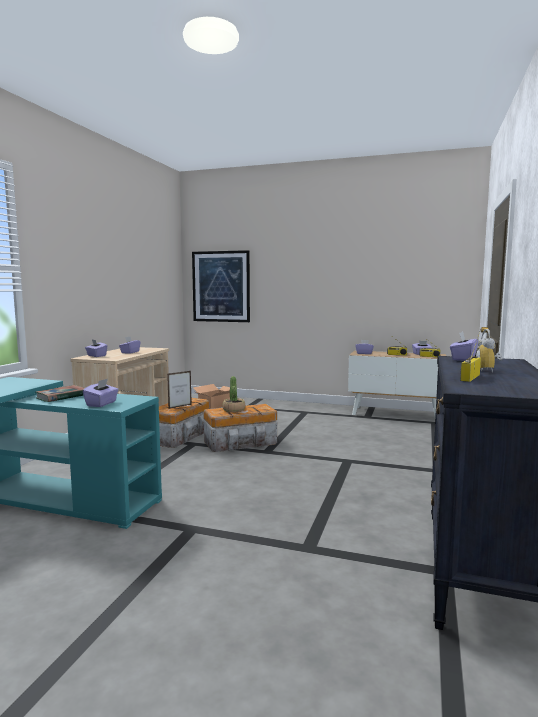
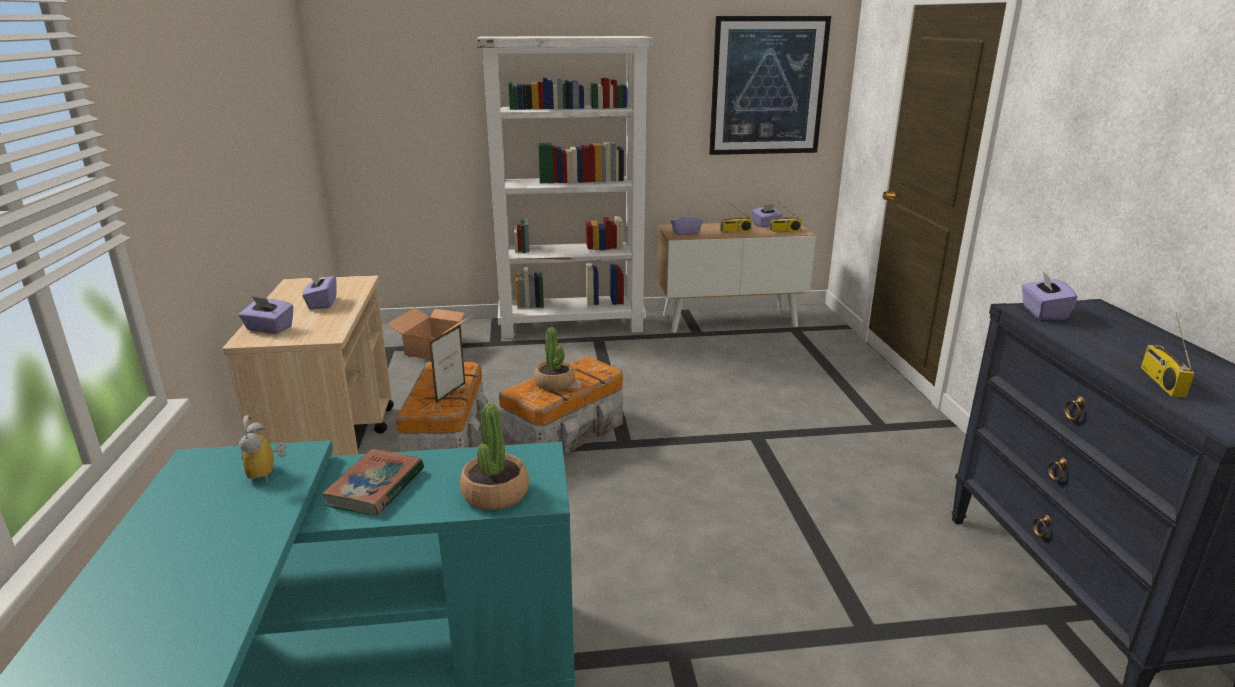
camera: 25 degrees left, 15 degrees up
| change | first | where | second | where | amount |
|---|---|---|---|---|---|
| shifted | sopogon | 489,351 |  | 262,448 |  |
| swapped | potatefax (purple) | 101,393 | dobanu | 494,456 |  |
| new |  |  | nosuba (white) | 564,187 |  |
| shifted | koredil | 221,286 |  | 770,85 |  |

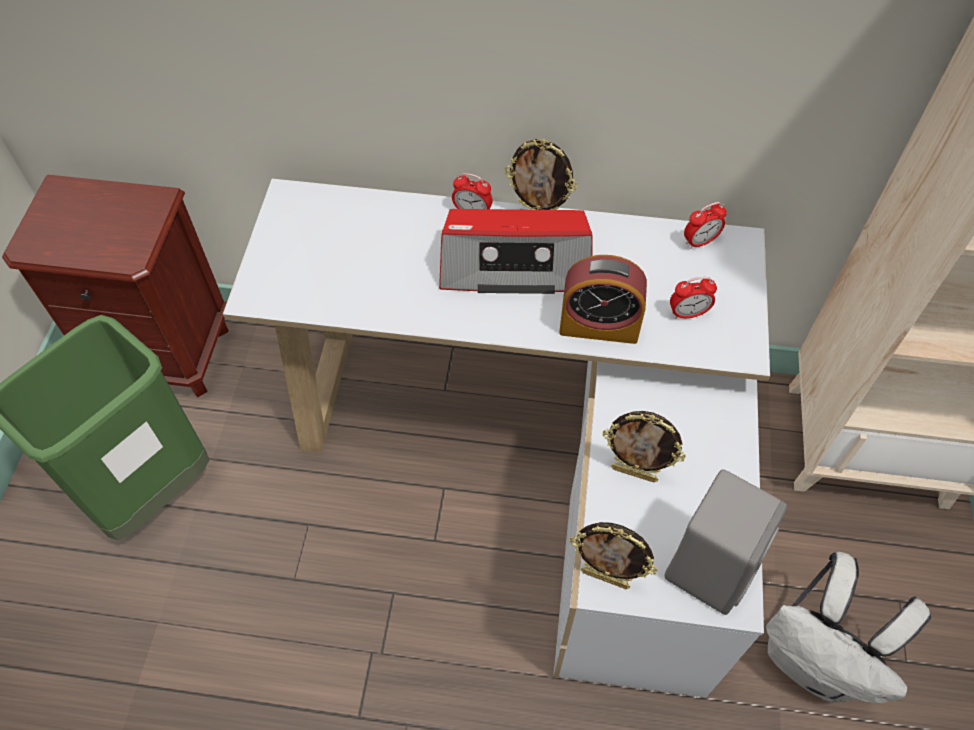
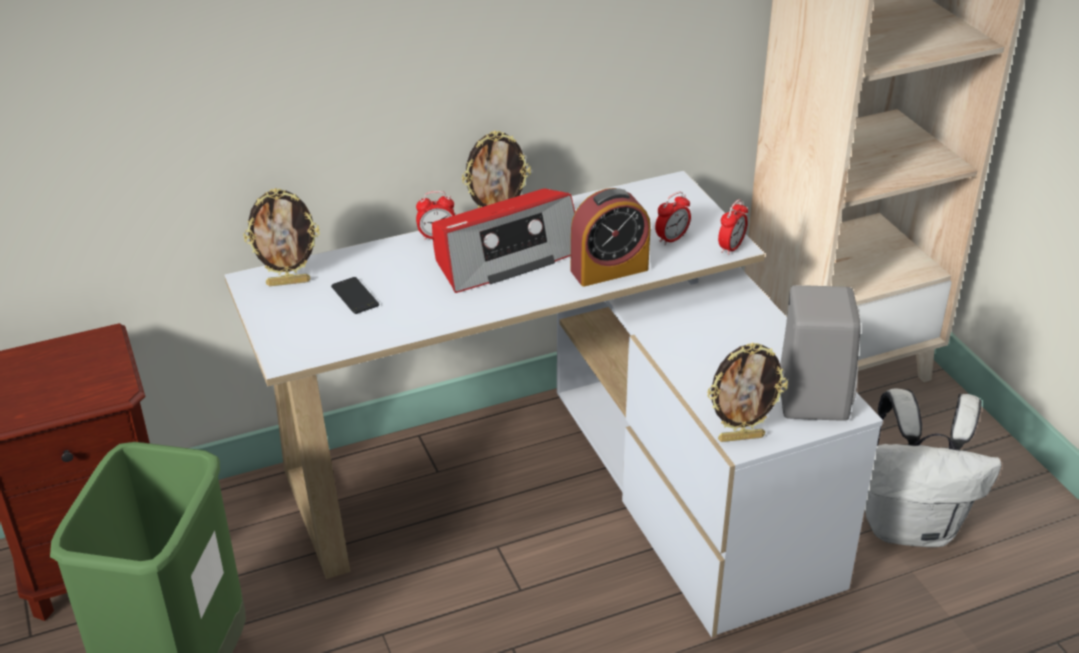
camera: 30 degrees left, 20 degrees down
| change | first | where | second | where | amount |
|---|---|---|---|---|---|
| shifted | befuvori | 644,446 |  | 281,237 |  |
| new |  |  | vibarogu | 355,295 |  |
| shifted | sopogon | 705,225 |  | 733,227 |  |

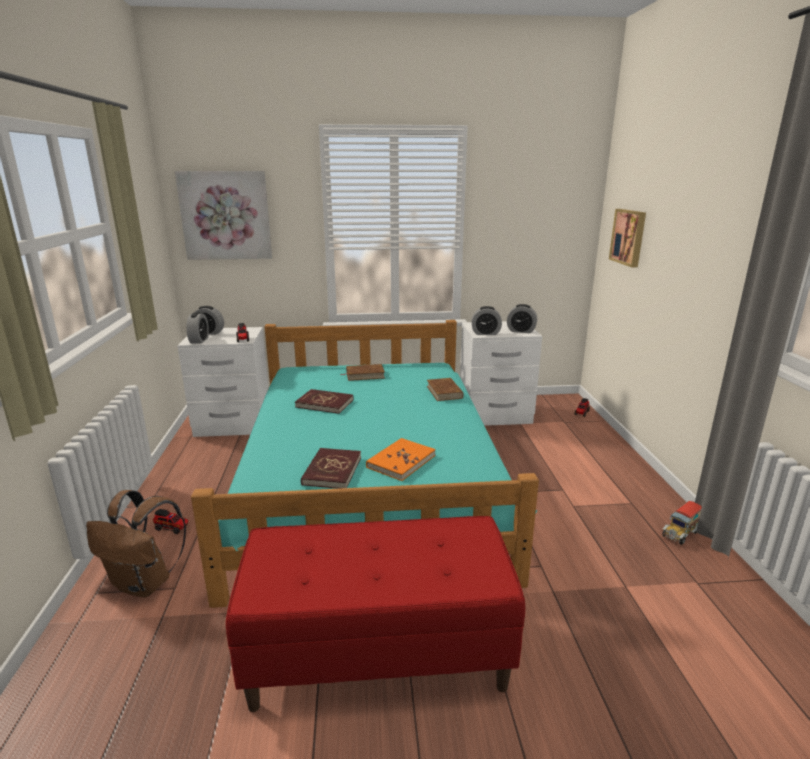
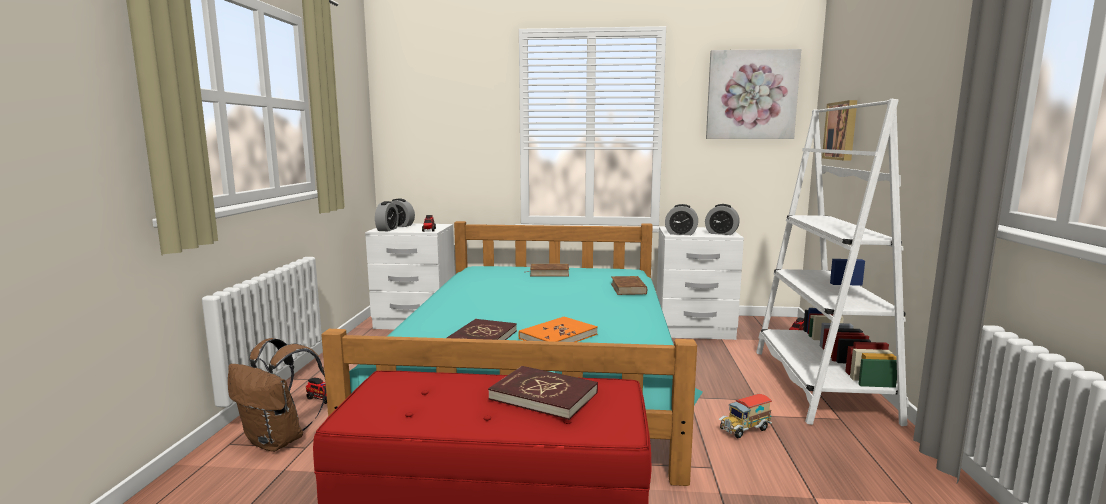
camera: 10 degrees right, 10 degrees down
| change | first | where | second | where | amount |
|---|---|---|---|---|---|
| shifted | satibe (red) | 324,401 |  | 543,393 |  |
| shifted | koredil | 223,215 |  | 753,94 |  |
| shifted | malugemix | 682,523 |  | 745,416 |  |
| new |  |  | nosuba (white) | 832,262 |  |

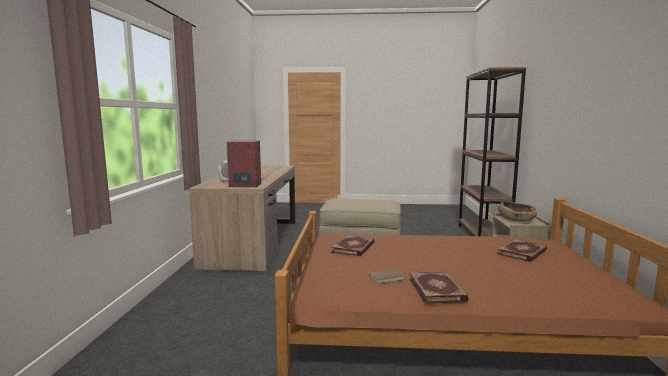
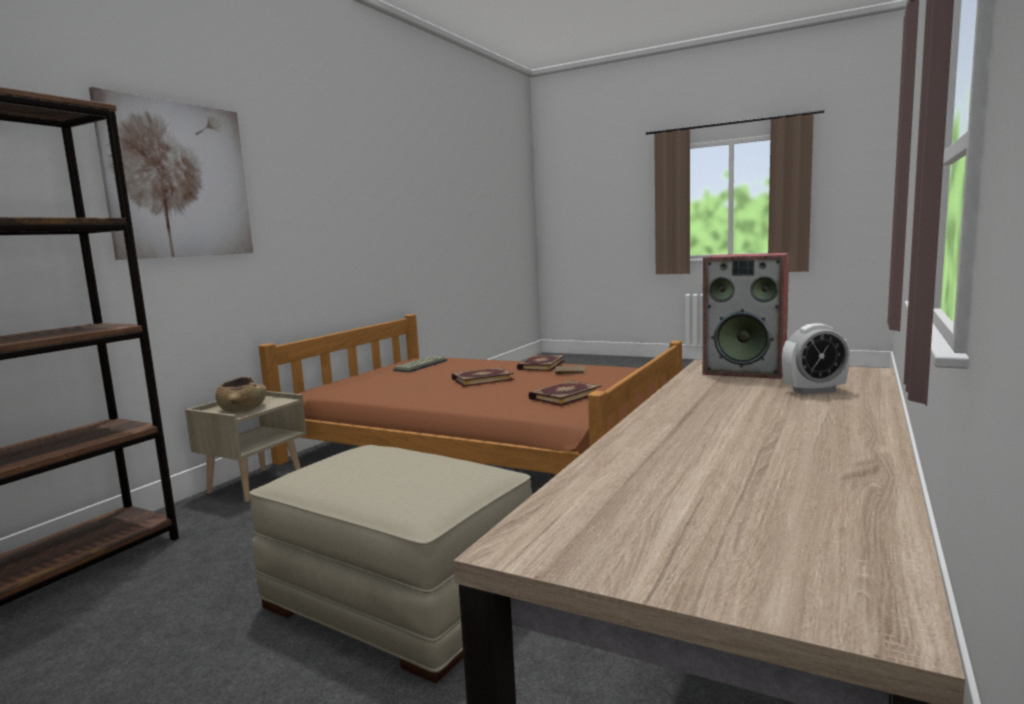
camera: 155 degrees left, 0 degrees up
| change | first | where | second | where | amount |
|---|---|---|---|---|---|
| new |  |  | koredil | 171,173 |  |
| new |  |  | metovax | 420,364 |  |
| shifted | satibe | 522,250 |  | 483,377 |  |

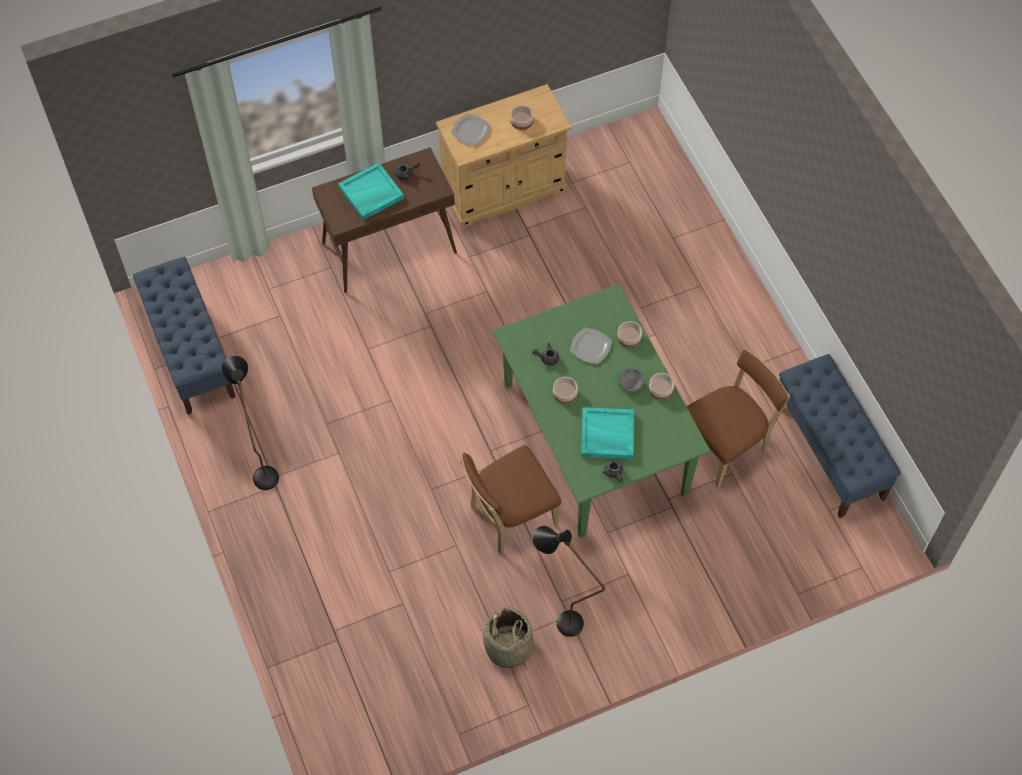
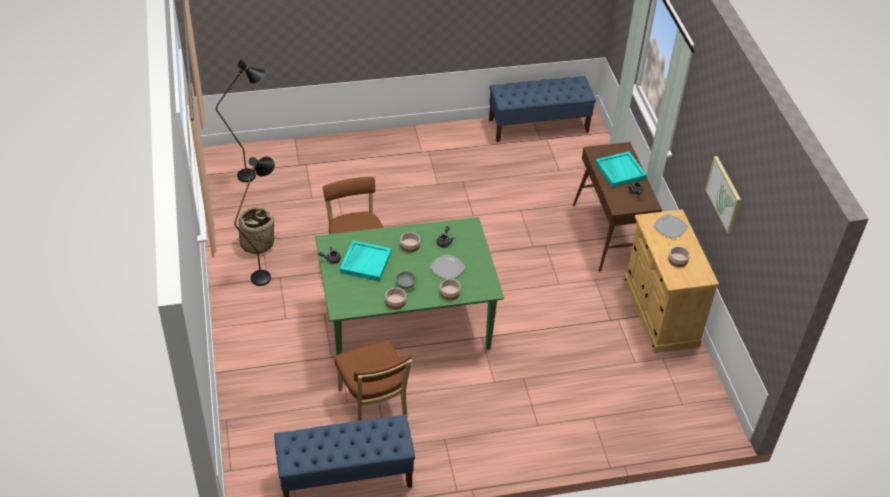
camera: 100 degrees right, 15 degrees down
| change | first | where | second | where | amount |
|---|---|---|---|---|---|
| shifted | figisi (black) | 250,423 |  | 240,121 |  |
| new |  |  | koredil | 723,195 |  |

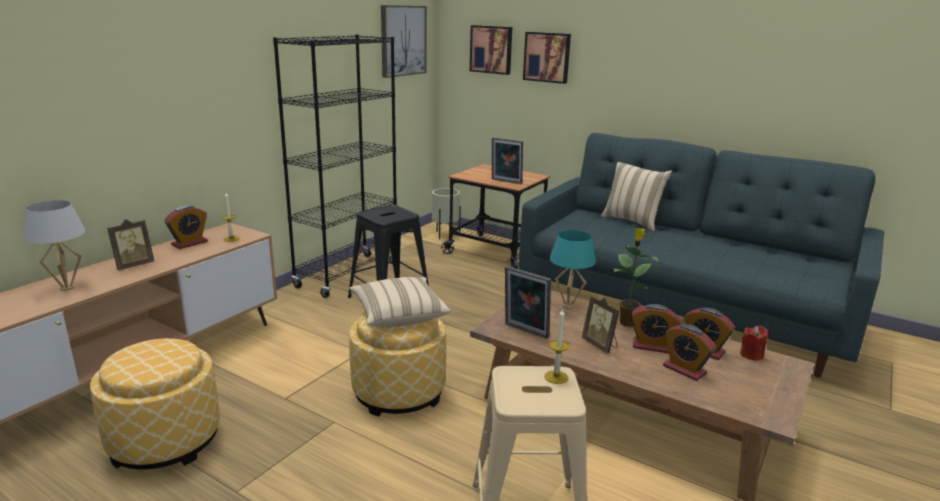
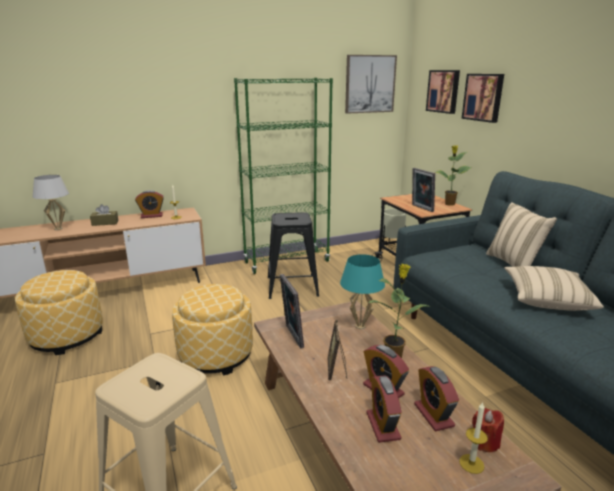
camera: 35 degrees right, 0 degrees up
| change | first | where | second | where | amount |
|---|---|---|---|---|---|
| swapped | befuvori | 130,244 | potatefax (brown) | 104,215 |  |
| repainted | nosuba (black) | 335,166 | nosuba (green) | 283,176 |  |
| new |  |  | dobanu | 453,176 |  |
| shifted | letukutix | 556,346 |  | 473,438 |  |
| shifted | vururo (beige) | 400,302 |  | 554,288 |  |

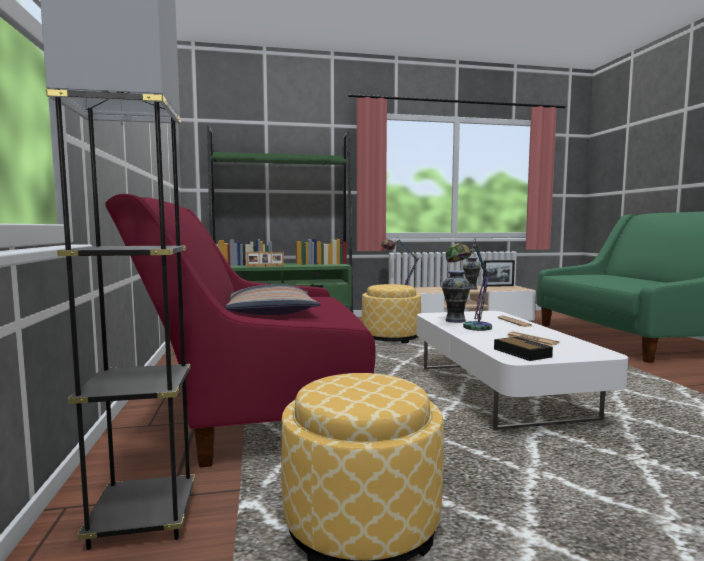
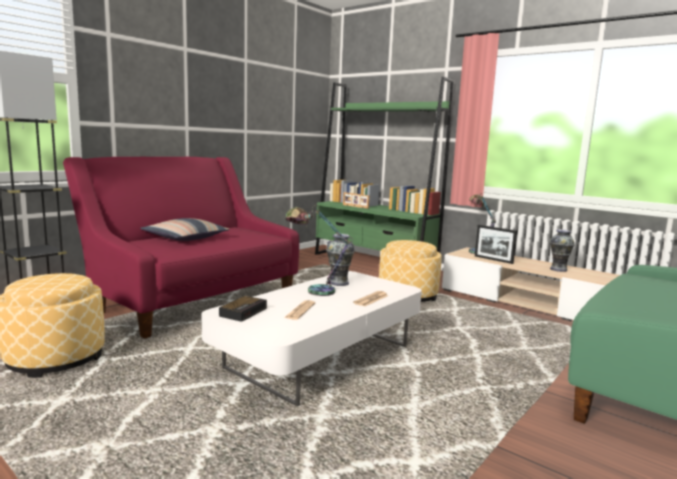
camera: 50 degrees right, 5 degrees up
| change | first | where | second | where | amount |
|---|---|---|---|---|---|
| shifted | befuvori | 499,273 |  | 496,244 |  |

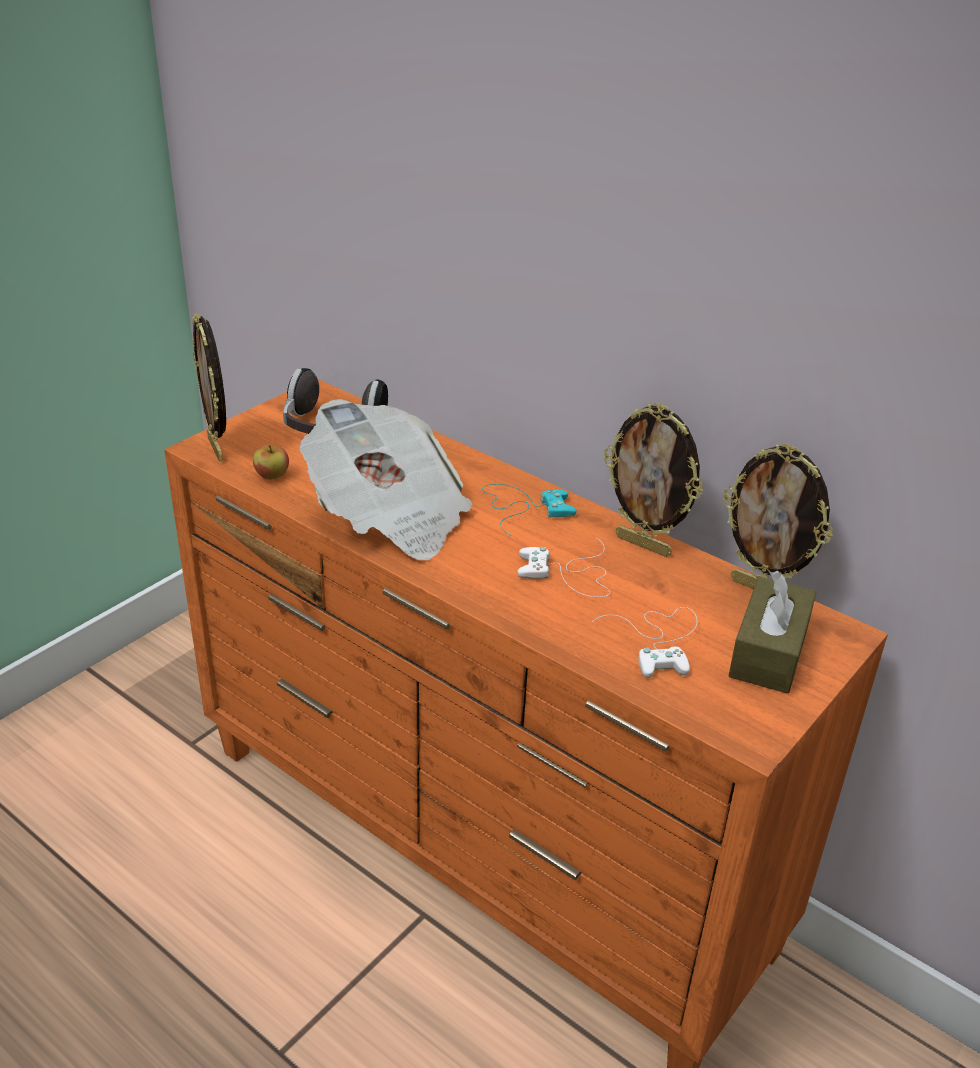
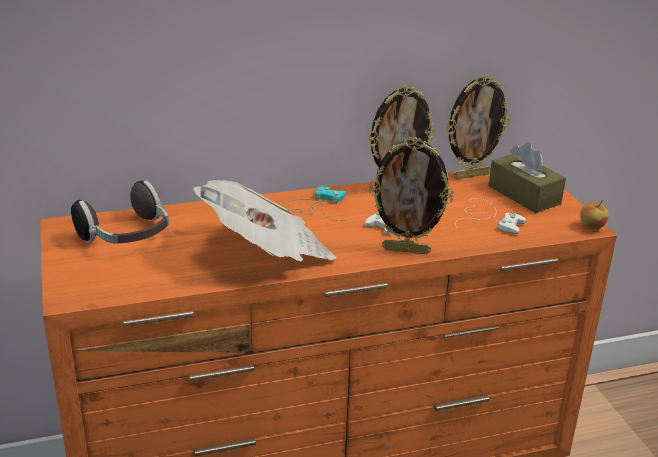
camera: 55 degrees left, 5 degrees down
| change | first | where | second | where | amount |
|---|---|---|---|---|---|
| shifted | befuvori | 209,387 |  | 411,195 |  |
| shifted | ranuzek | 271,462 |  | 594,215 |  |

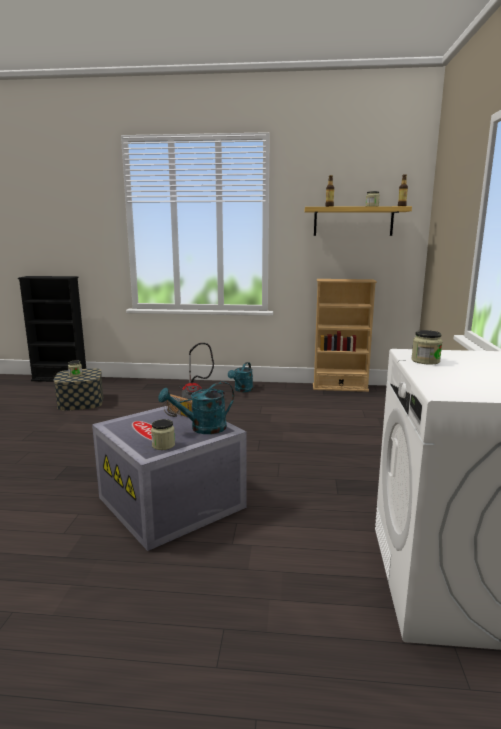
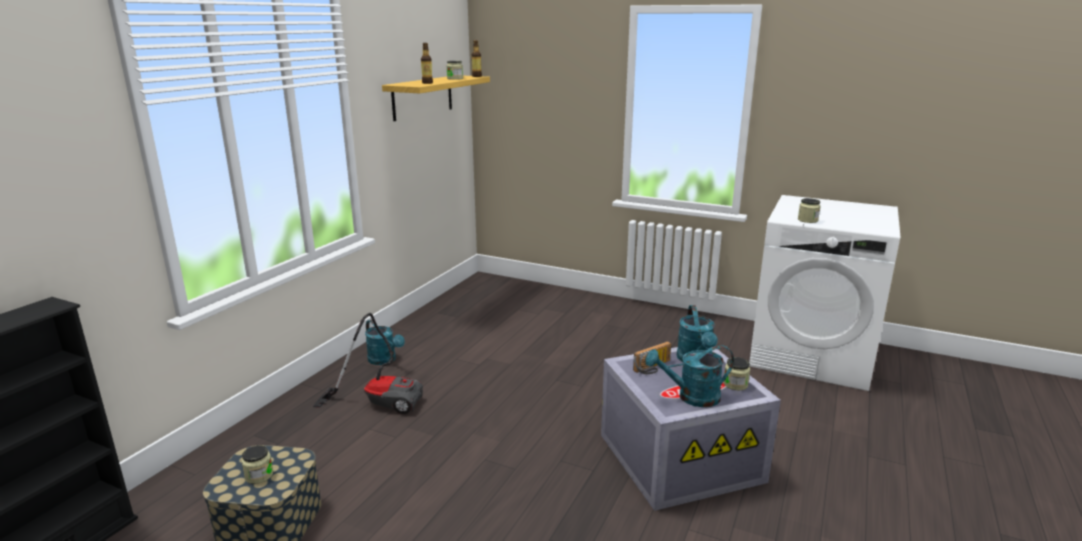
camera: 70 degrees left, 5 degrees up
| change | first | where | second | where | amount |
|---|---|---|---|---|---|
| new |  |  | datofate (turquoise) | 689,376 |  |
| gone | nosuba (beige) | 345,335 |  |  |  |

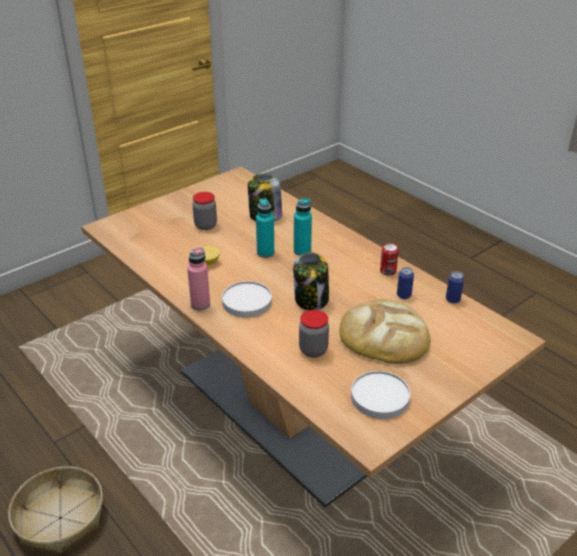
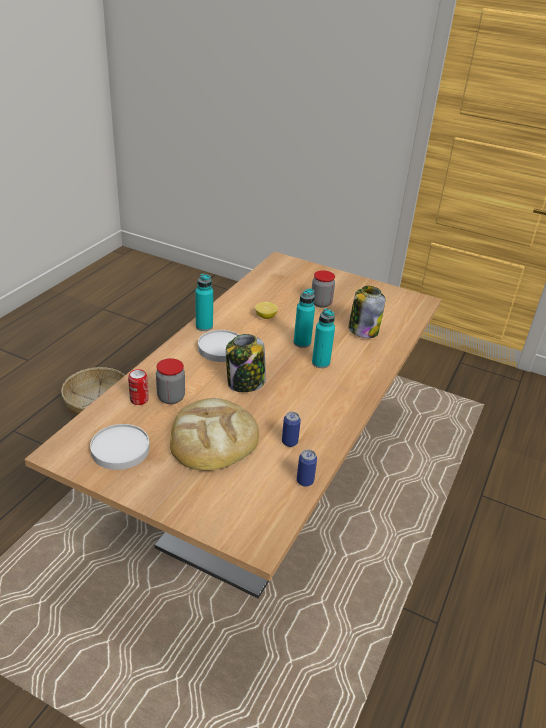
camera: 65 degrees right, 0 degrees up
| change | first | where | second | where | amount |
|---|---|---|---|---|---|
| shifted | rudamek | 389,259 |  | 138,387 |  |
| repainted | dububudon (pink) | 198,278 | dububudon (turquoise) | 204,302 |  |

